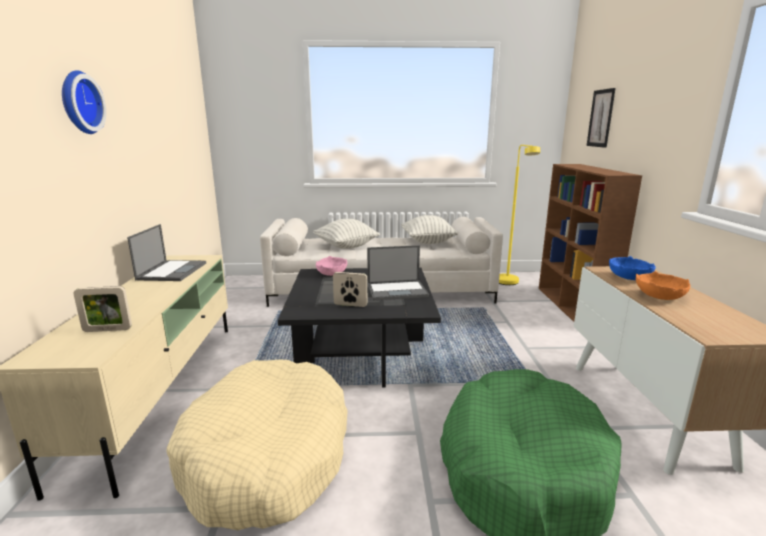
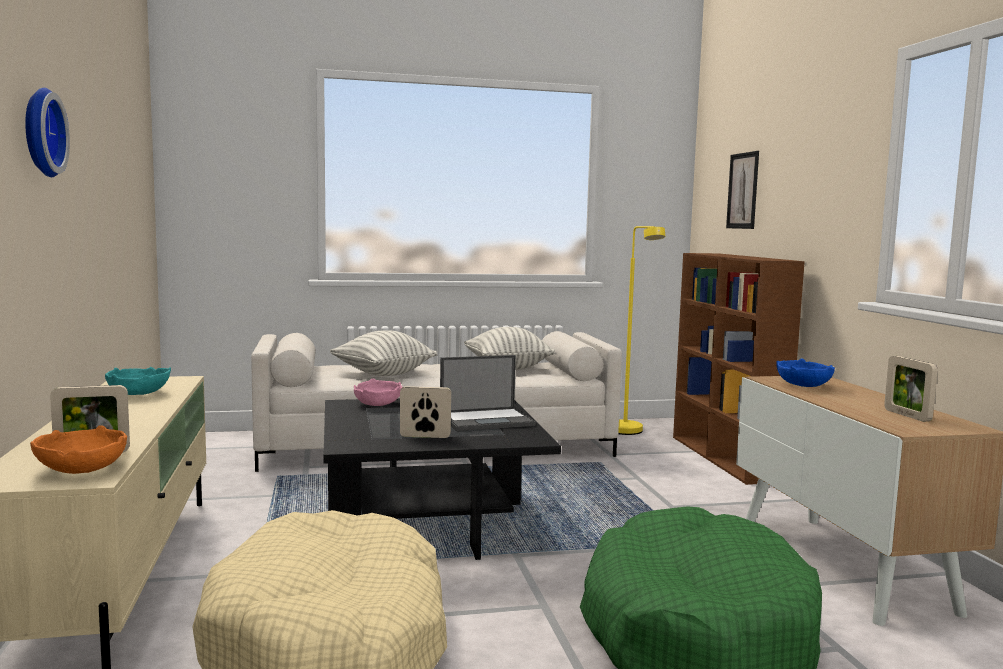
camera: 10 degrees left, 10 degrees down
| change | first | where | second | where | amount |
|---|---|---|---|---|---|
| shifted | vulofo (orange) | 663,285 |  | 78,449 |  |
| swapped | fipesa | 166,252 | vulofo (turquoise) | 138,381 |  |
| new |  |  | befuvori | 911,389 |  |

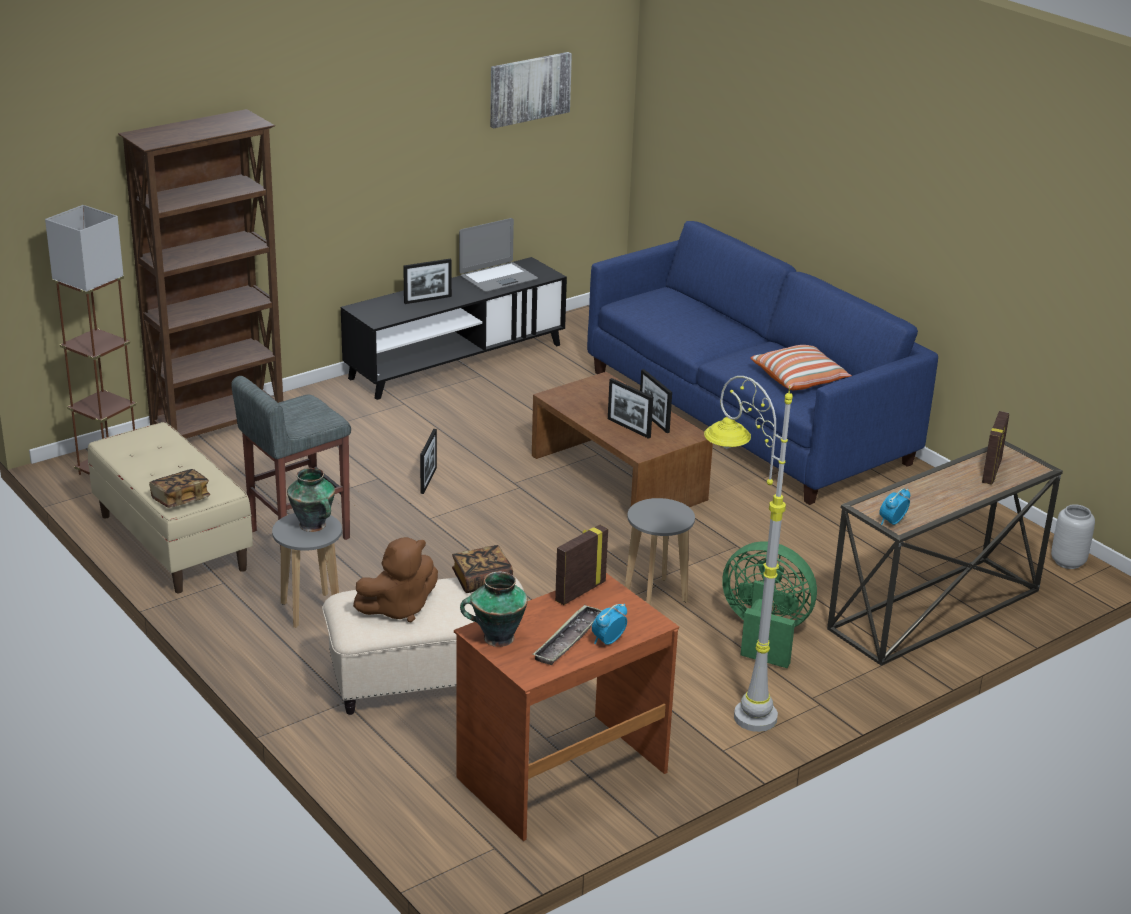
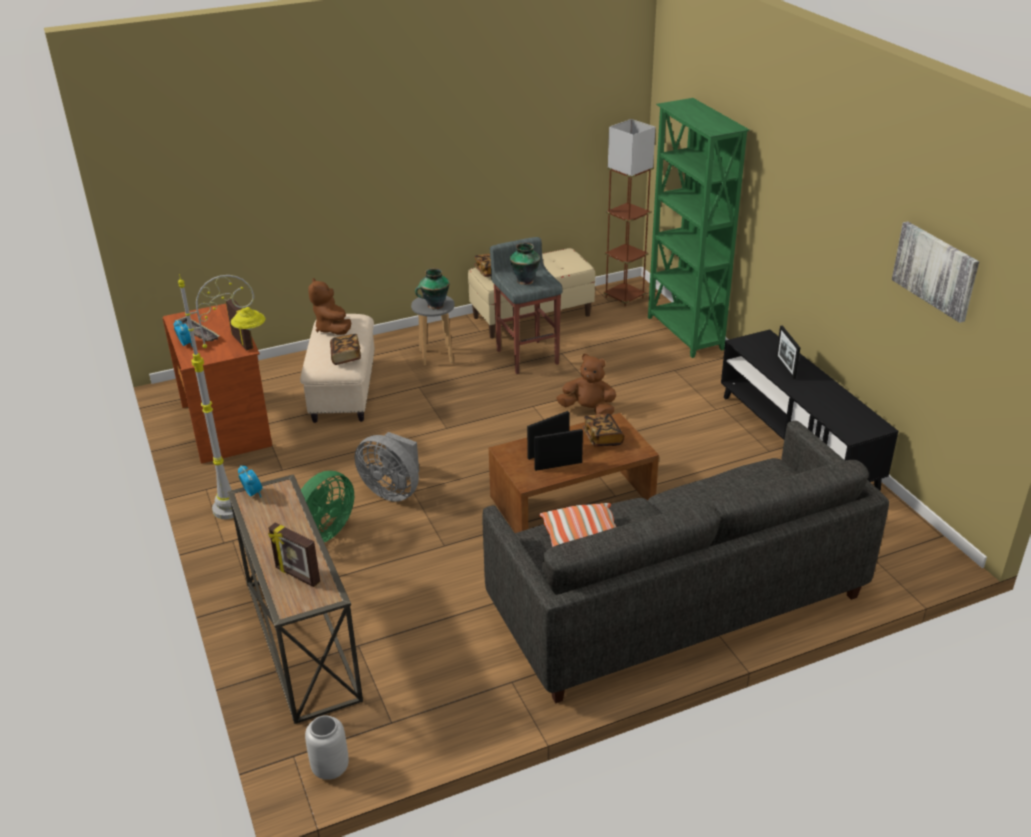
camera: 105 degrees right, 5 degrees up
| change | first | where | second | where | amount |
|---|---|---|---|---|---|
| swapped | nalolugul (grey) | 660,551 | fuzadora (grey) | 387,467 |  |
| repainted | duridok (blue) | 762,363 | duridok (grey) | 685,562 |  |
| shifted | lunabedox | 494,609 |  | 525,264 |  |
| swapped | befuvori | 428,461 | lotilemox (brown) | 586,384 |  |
| new |  |  | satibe | 604,430 |  |
| repainted | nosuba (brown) | 200,274 | nosuba (green) | 699,228 |  |
| gone | fipesa | 498,255 |  |  |  |

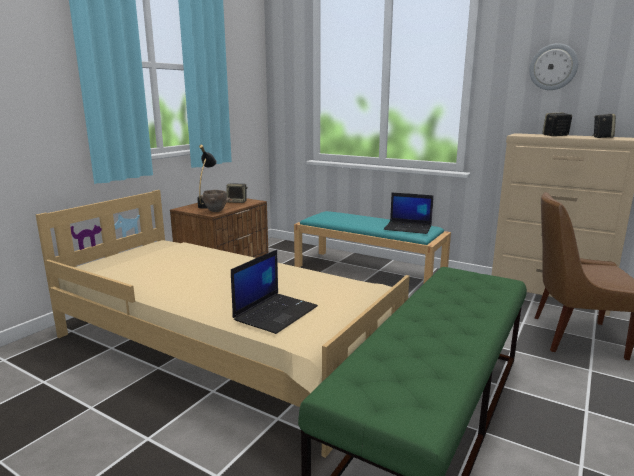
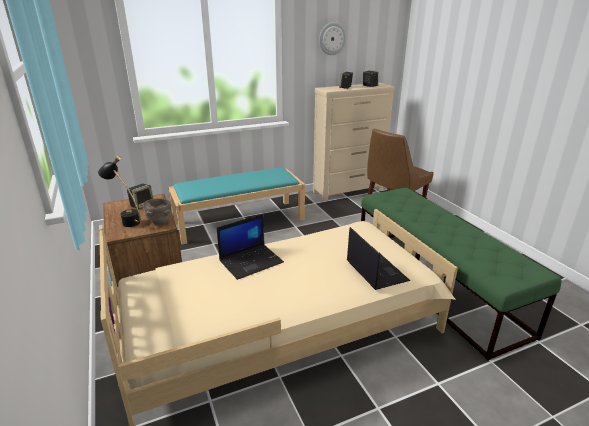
camera: 55 degrees left, 10 degrees up
| change | first | where | second | where | amount |
|---|---|---|---|---|---|
| shifted | fipesa | 409,213 |  | 250,247 |  |

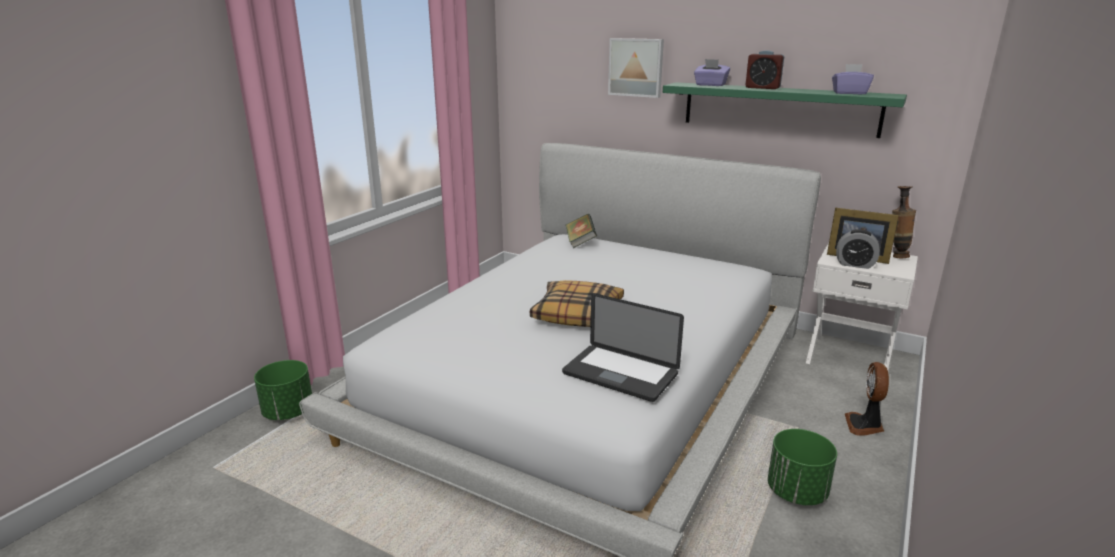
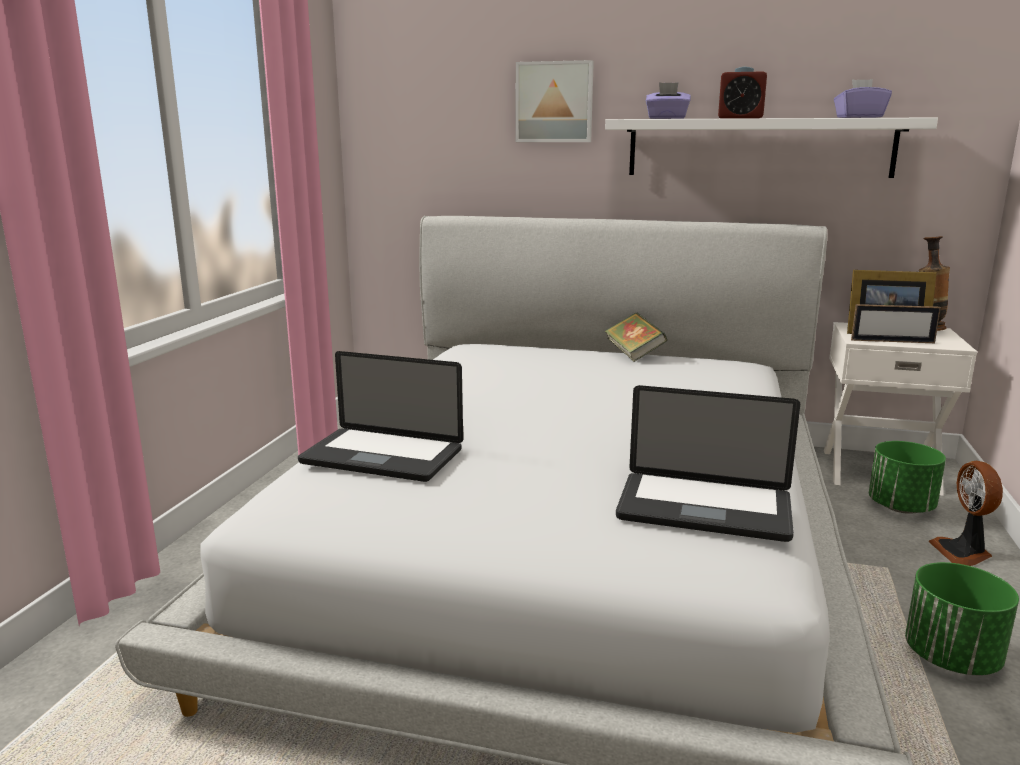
camera: 15 degrees left, 5 degrees down
| change | first | where | second | where | amount |
|---|---|---|---|---|---|
| new |  |  | fipesa | 380,416 |  |
| shifted | satibe | 581,231 |  | 635,337 |  |
| repainted | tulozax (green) | 785,110 | tulozax (white) | 771,147 |  |
| swapped | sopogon | 858,249 | befuvori | 896,323 |  |
| shifted | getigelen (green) | 283,390 |  | 907,477 |  |
| gone | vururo | 577,303 |  |  |  |

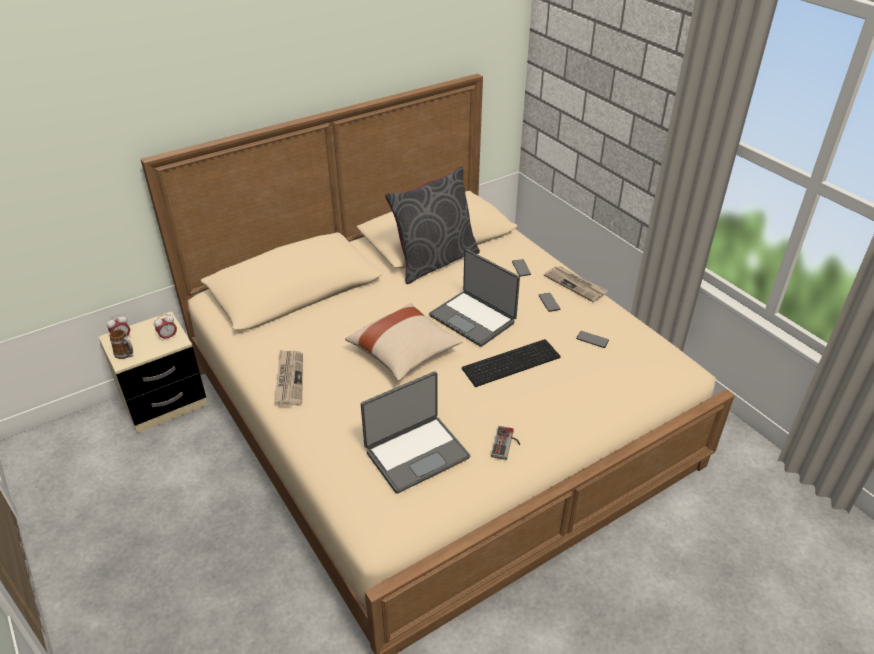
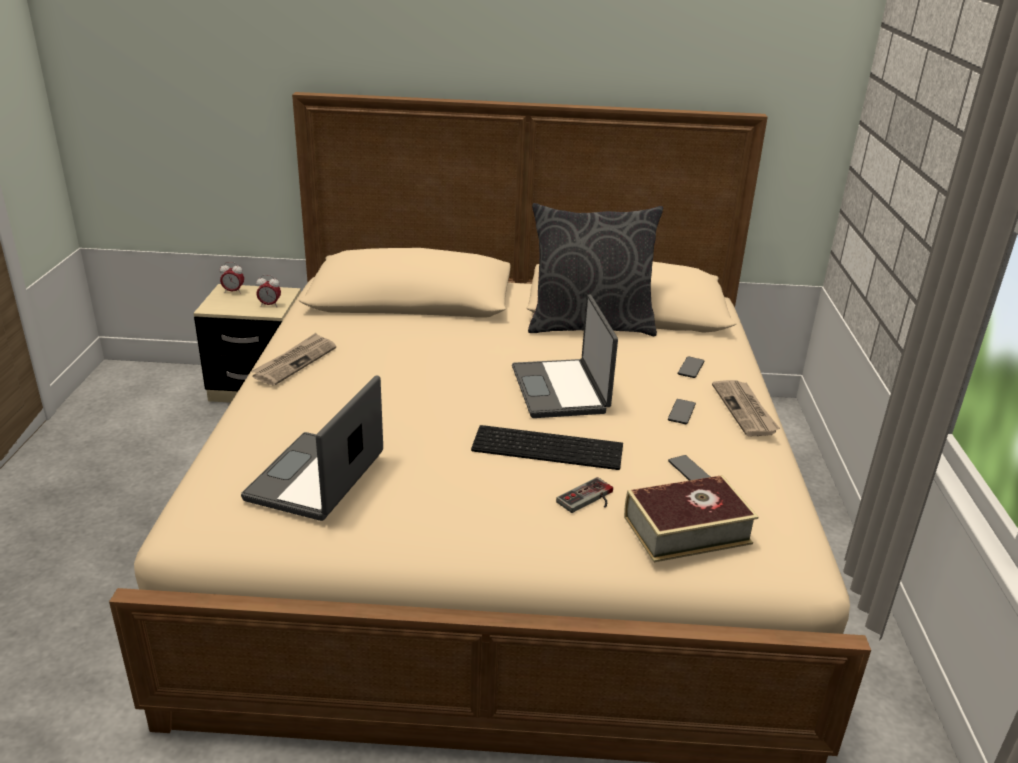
camera: 35 degrees right, 10 degrees down
| change | first | where | second | where | amount |
|---|---|---|---|---|---|
| rotated | fipesa | 415,432 |  | 312,448 | 105 degrees clockwise |
| shifted | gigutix | 505,443 |  | 584,495 |  |
| new |  |  | satibe | 691,518 |  |
| gone | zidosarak | 121,344 |  |  |  |
| gone | vururo (beige) | 404,342 |  |  |  |

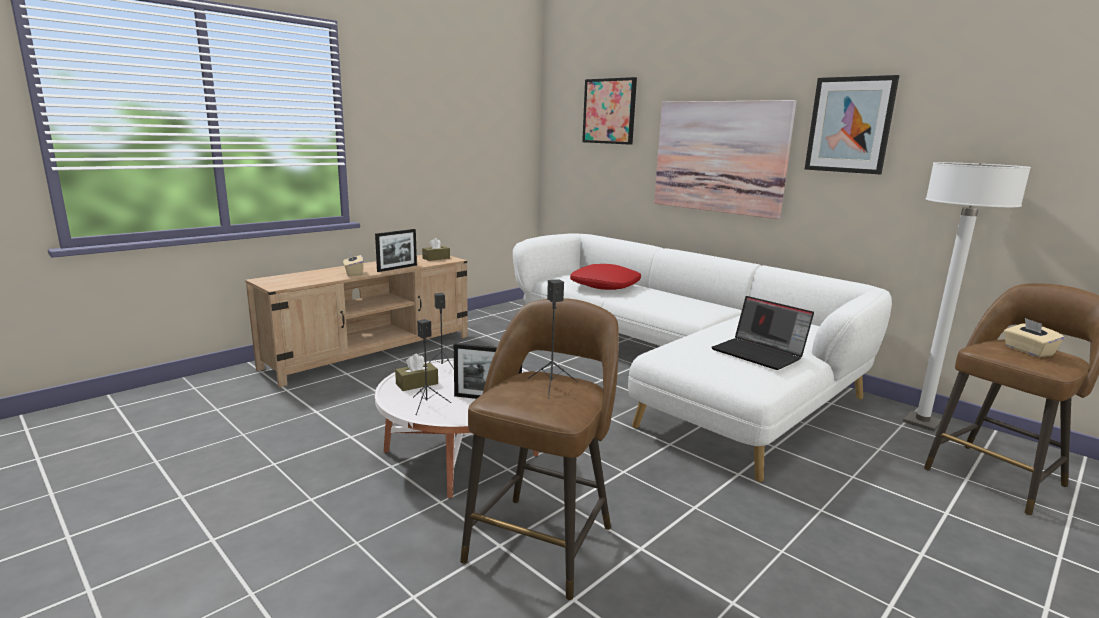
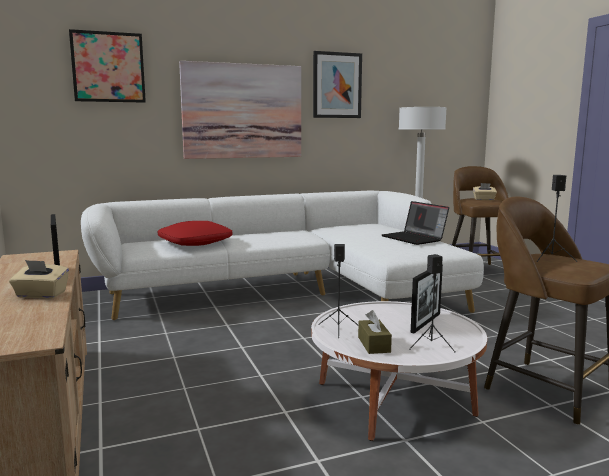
camera: 65 degrees left, 5 degrees down
| change | first | where | second | where | amount |
|---|---|---|---|---|---|
| rotated | fipesa | 762,333 |  | 415,223 | 75 degrees clockwise |
| gone | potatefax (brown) | 436,249 |  |  |  |

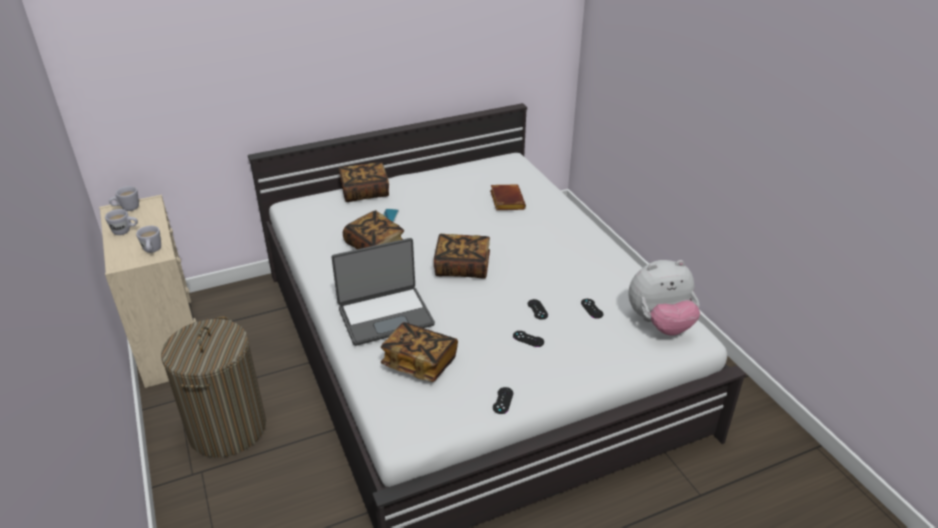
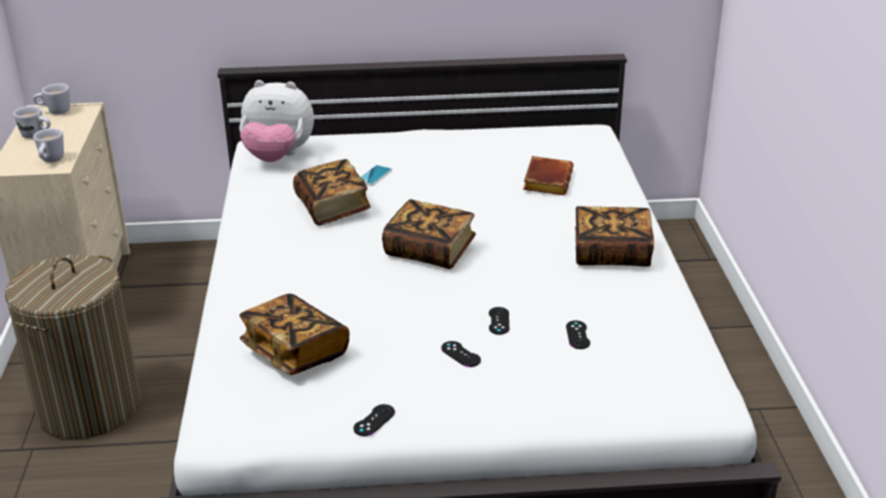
camera: 20 degrees right, 5 degrees down
| change | first | where | second | where | amount |
|---|---|---|---|---|---|
| shifted | lotilemox | 664,298 |  | 276,121 |  |
| shifted | satibe | 364,182 |  | 614,236 |  |
| gone | fipesa | 383,292 |  |  |  |

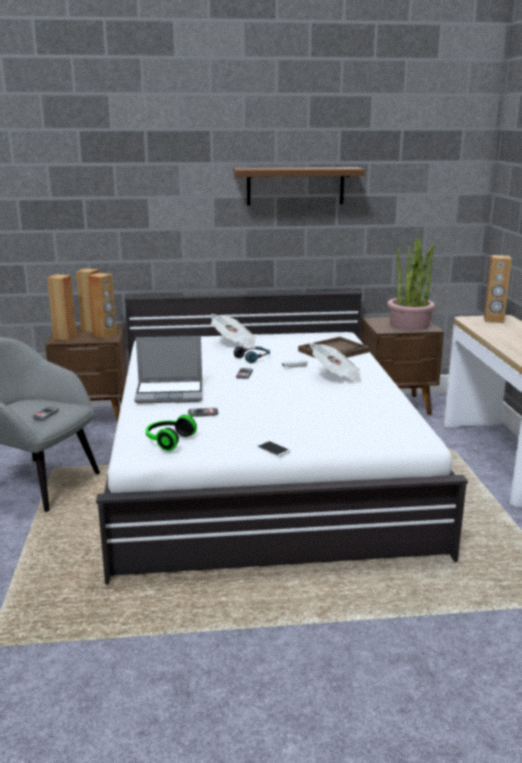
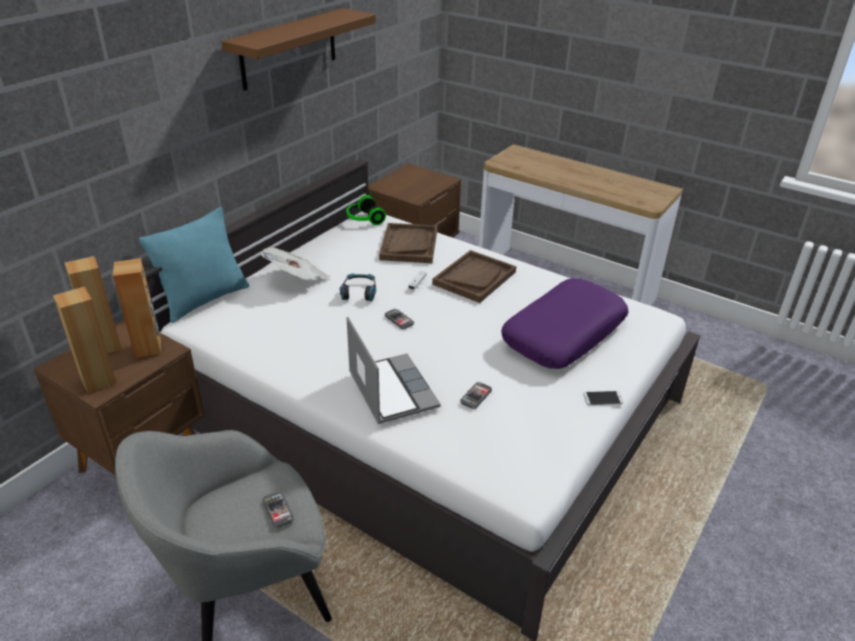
camera: 50 degrees left, 15 degrees up
| change | first | where | second | where | amount |
|---|---|---|---|---|---|
| new |  |  | vururo (turquoise) | 194,265 |  |
| shifted | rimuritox | 171,431 |  | 366,208 |  |
| rotated | fipesa | 168,370 |  | 394,370 | 60 degrees counterclockwise |
| swapped | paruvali | 336,363 | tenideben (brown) | 474,276 |  |
| new |  |  | vururo (purple) | 564,323 |  |
| gone | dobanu | 411,284 |  |  |  |
| gone | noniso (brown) | 498,289 |  |  |  |

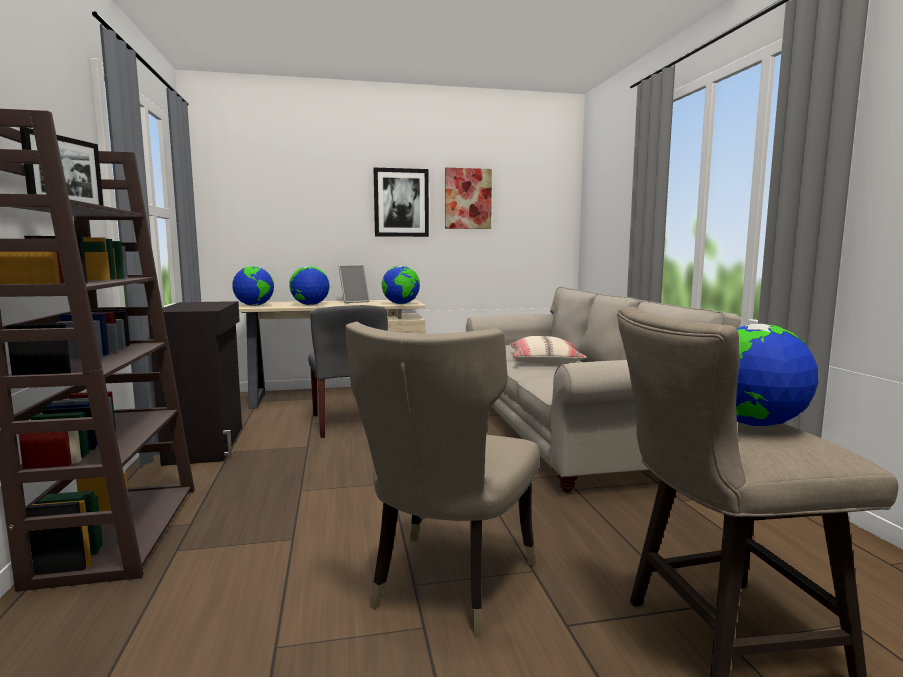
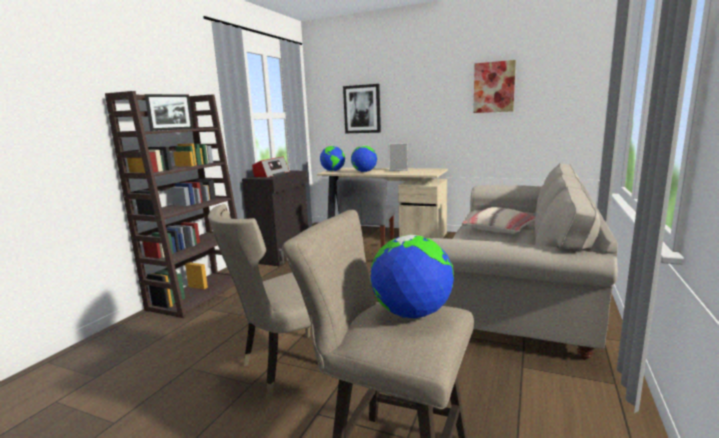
camera: 35 degrees right, 5 degrees up
| change | first | where | second | where | amount |
|---|---|---|---|---|---|
| new |  |  | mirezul | 271,167 |  |
| shifted | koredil | 401,202 |  | 362,108 |  |
| gone | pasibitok | 401,285 |  |  |  |

